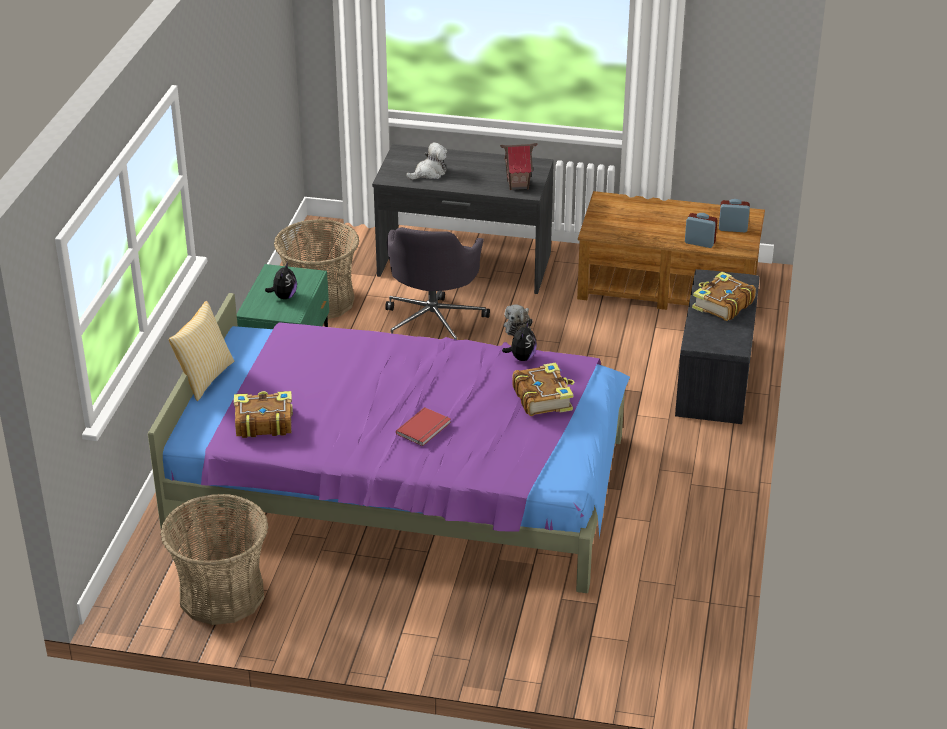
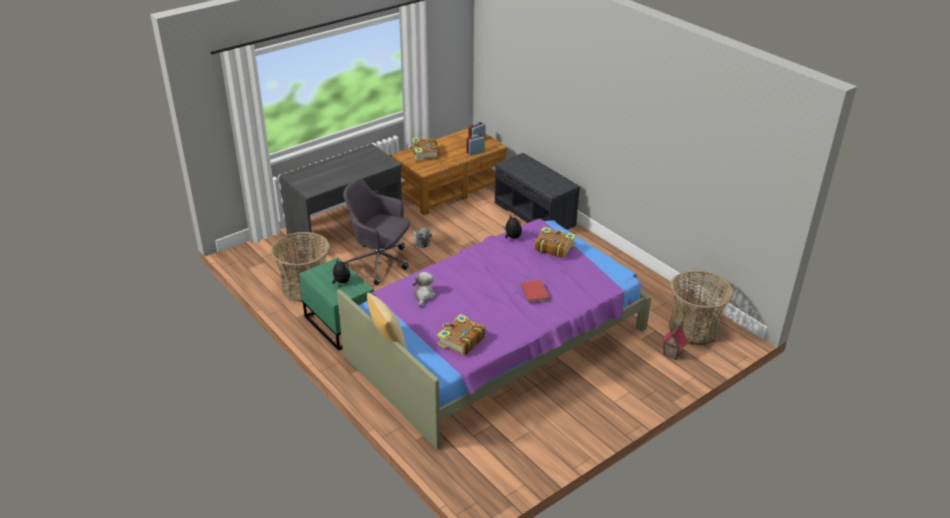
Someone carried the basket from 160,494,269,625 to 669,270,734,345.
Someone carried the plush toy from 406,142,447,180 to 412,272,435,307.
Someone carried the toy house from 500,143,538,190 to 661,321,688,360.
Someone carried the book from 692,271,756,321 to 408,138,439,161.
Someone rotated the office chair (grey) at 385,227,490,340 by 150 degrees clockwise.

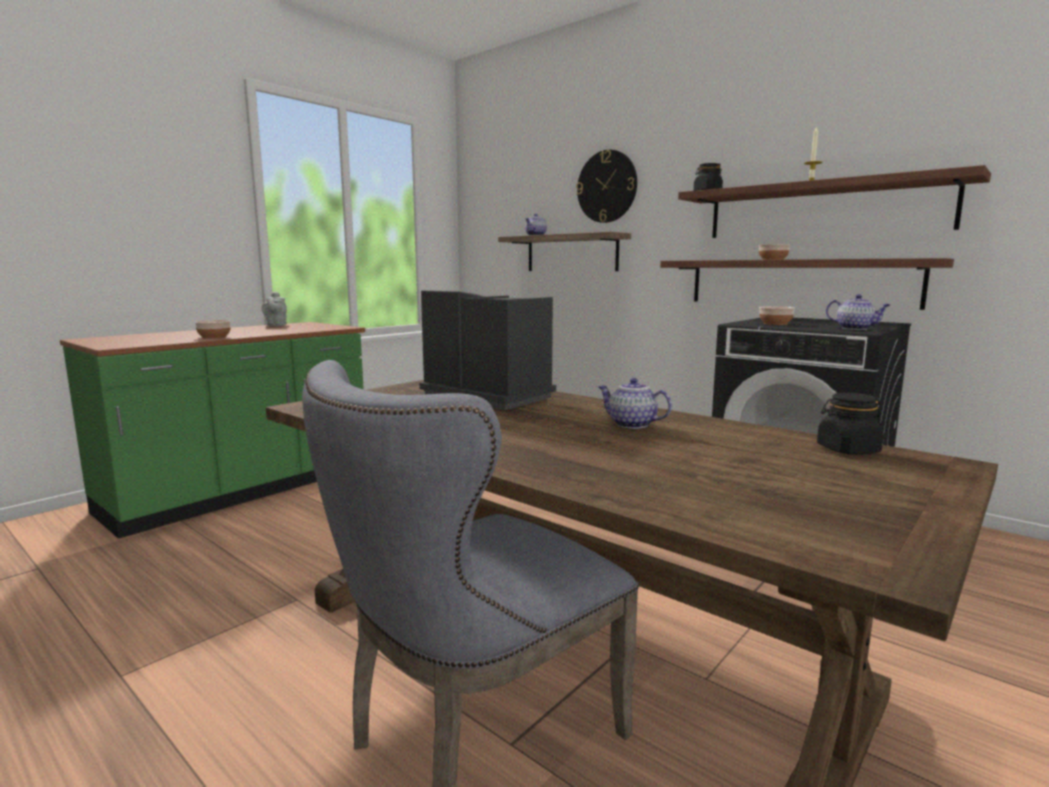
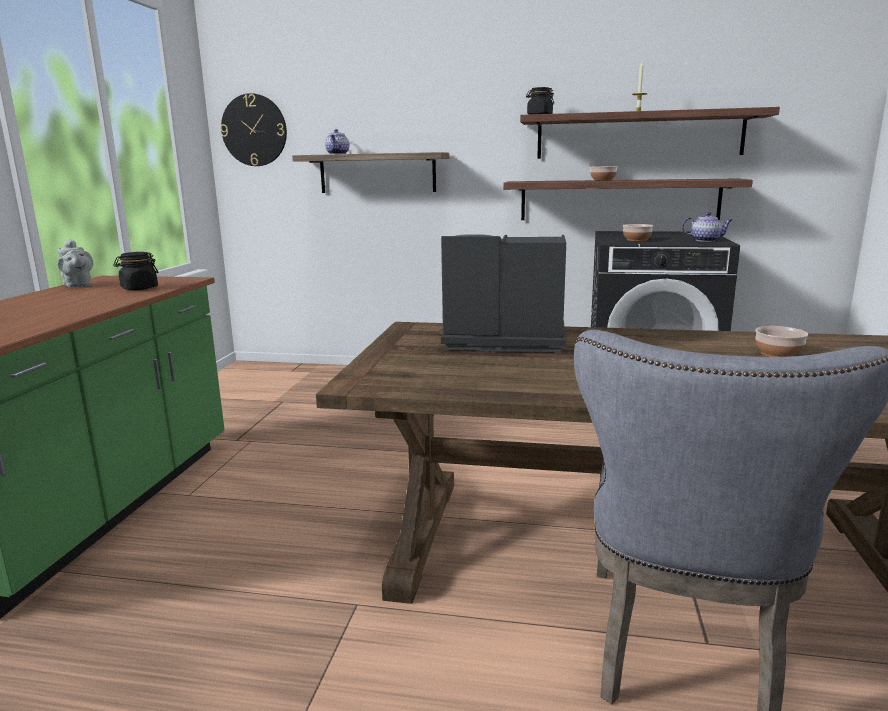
Someone took away the teapot at 598,378,672,429.
Someone carried the bowl from 194,320,231,339 to 755,326,808,357.
Someone carried the wall clock from 576,150,637,223 to 220,93,287,166.
Someone carried the jar (black) from 817,393,884,454 to 113,252,159,290.

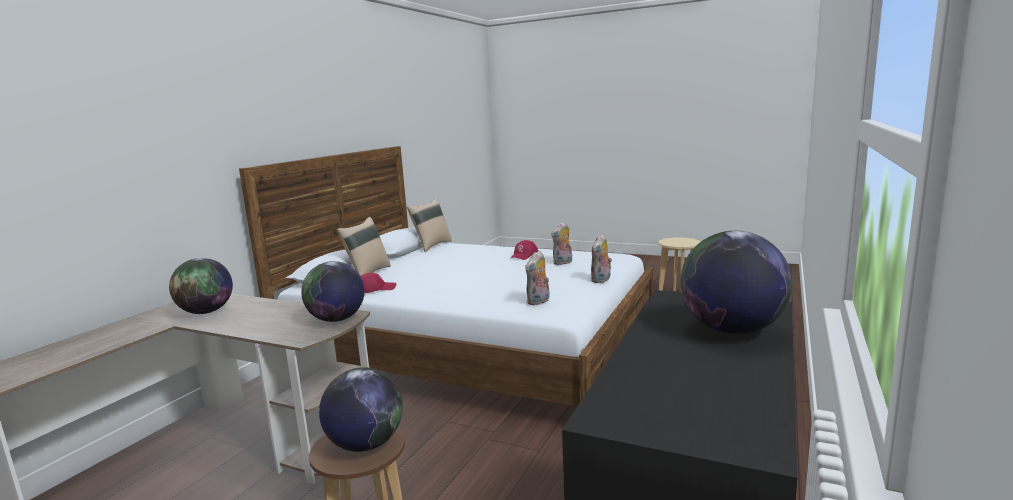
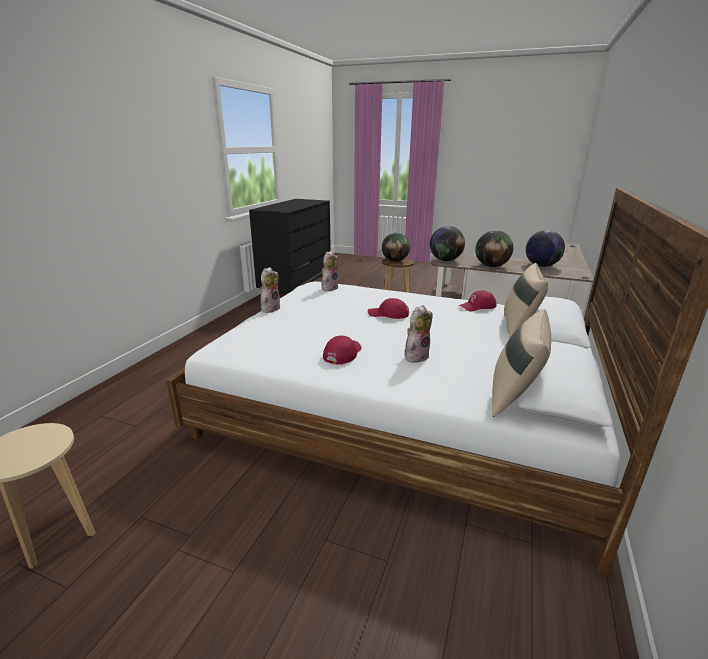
Someone put down the cap (red) at 368,298,409,319.
Someone carried the plush toy from 551,221,572,265 to 405,305,432,363.
Someone carried the globe from 680,231,792,334 to 475,230,513,267.

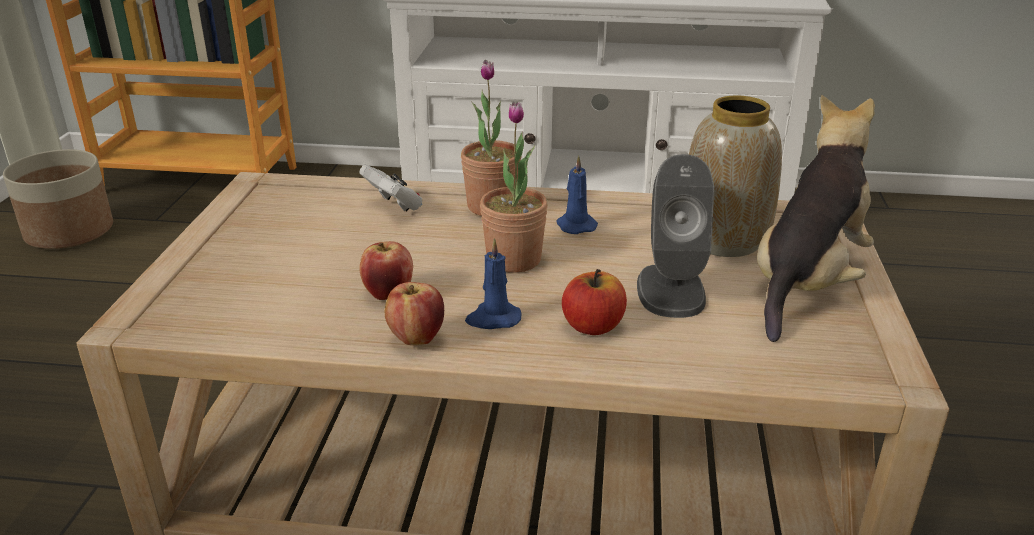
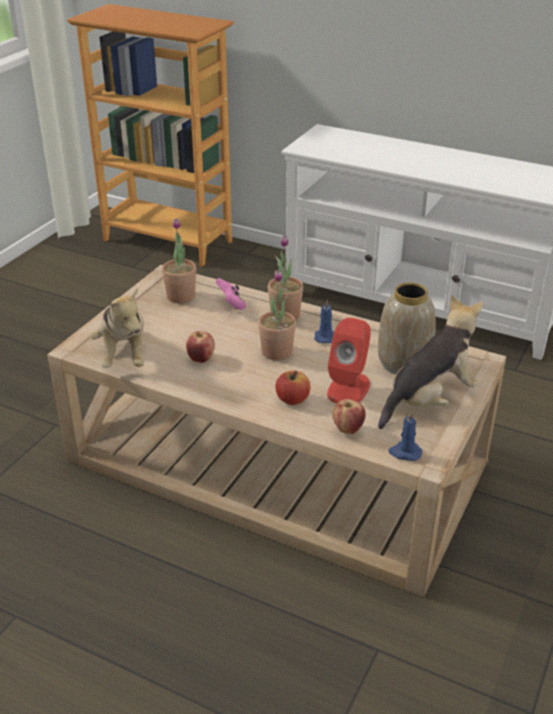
Someone took away the planter at 3,149,113,249.
Someone put down the plush toy at 90,287,144,368.
Someone put down the potted plant at 162,219,196,304.
Someone carried the apple from 385,282,444,345 to 332,399,366,434.
Someone carried the candle (blue) from 465,238,522,329 to 388,411,422,461.
Someone repainted the game controller (white) at 359,165,423,212, which became the game controller (pink) at 215,278,246,310.
Someone repainted the speaker (grey) at 637,154,714,318, which became the speaker (red) at 327,318,371,404.

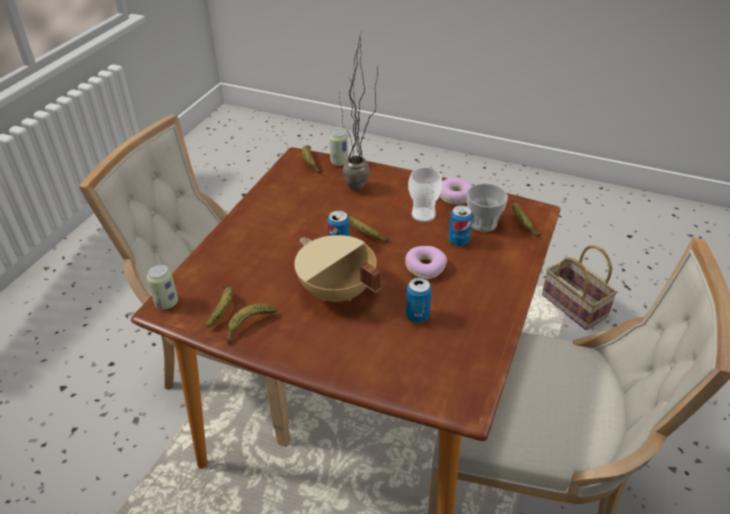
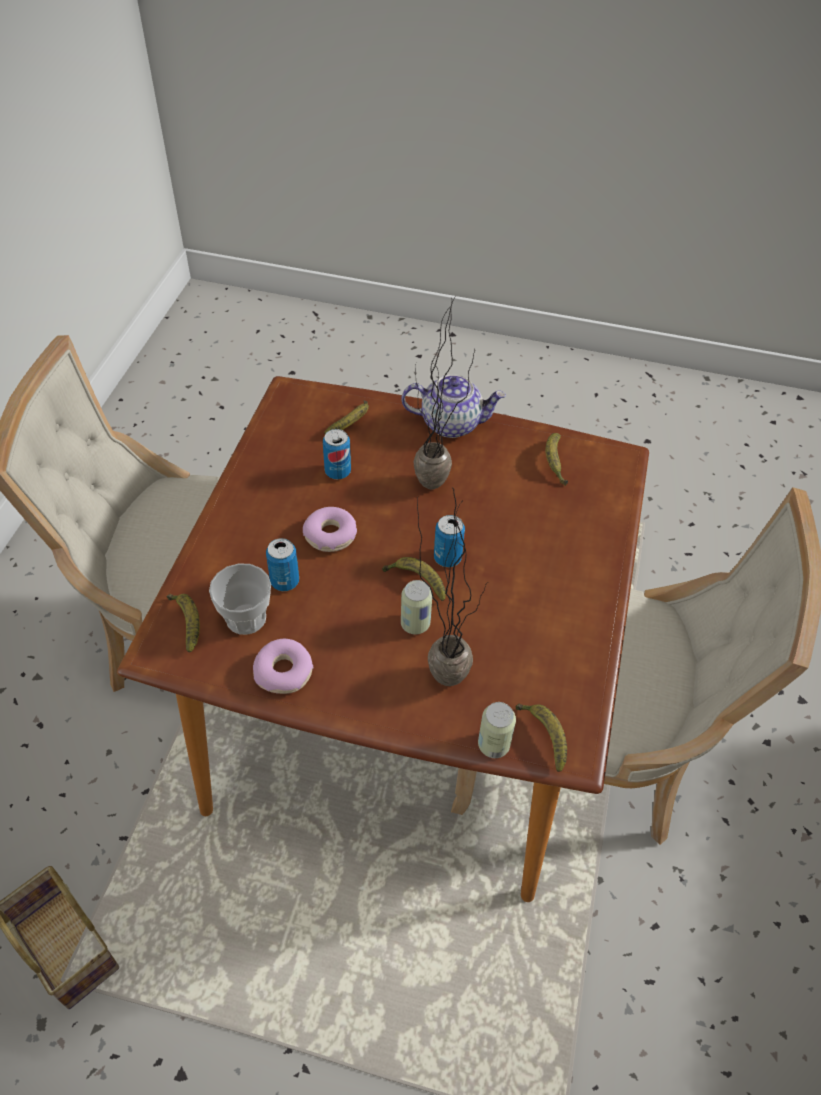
Someone took away the cup at 408,167,443,222.
Someone put down the teapot at 401,374,506,438.
Someone carried the can from 147,264,178,309 to 401,580,432,634.
Someone carried the banana from 227,304,277,345 to 324,400,369,434.
Someone swapped the cooking pot (beige) at 294,235,382,302 for the potted plant at 414,297,475,489.

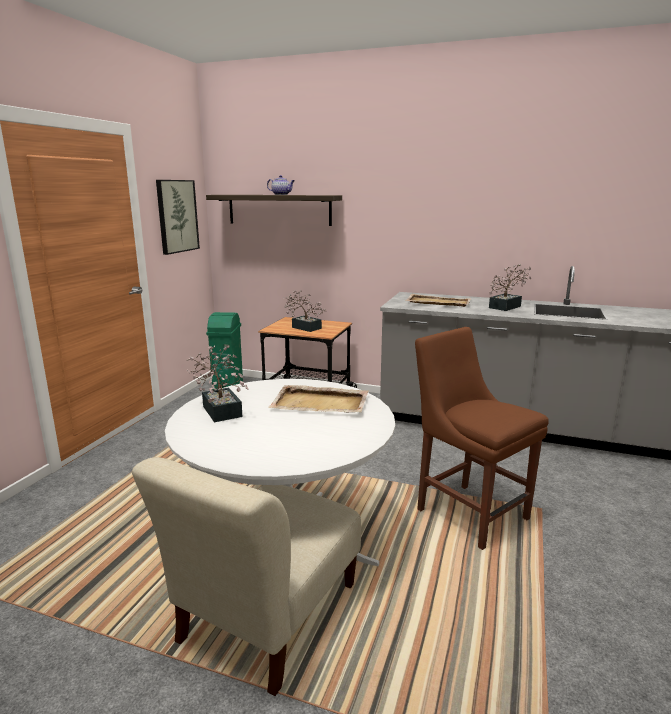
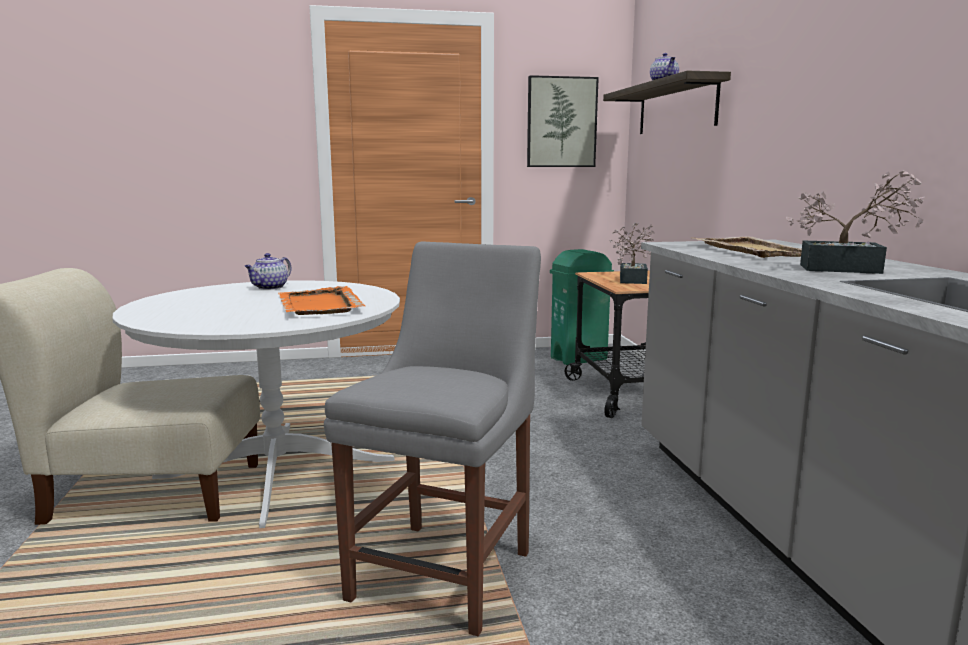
Someone swapped the potted plant at 187,346,249,422 for the teapot at 245,253,291,290.
Someone repainted the tray (beige) at 268,385,369,412, which became the tray (orange) at 279,286,365,315.
Someone repainted the chair (brown) at 415,327,549,550, which became the chair (grey) at 324,241,541,636.

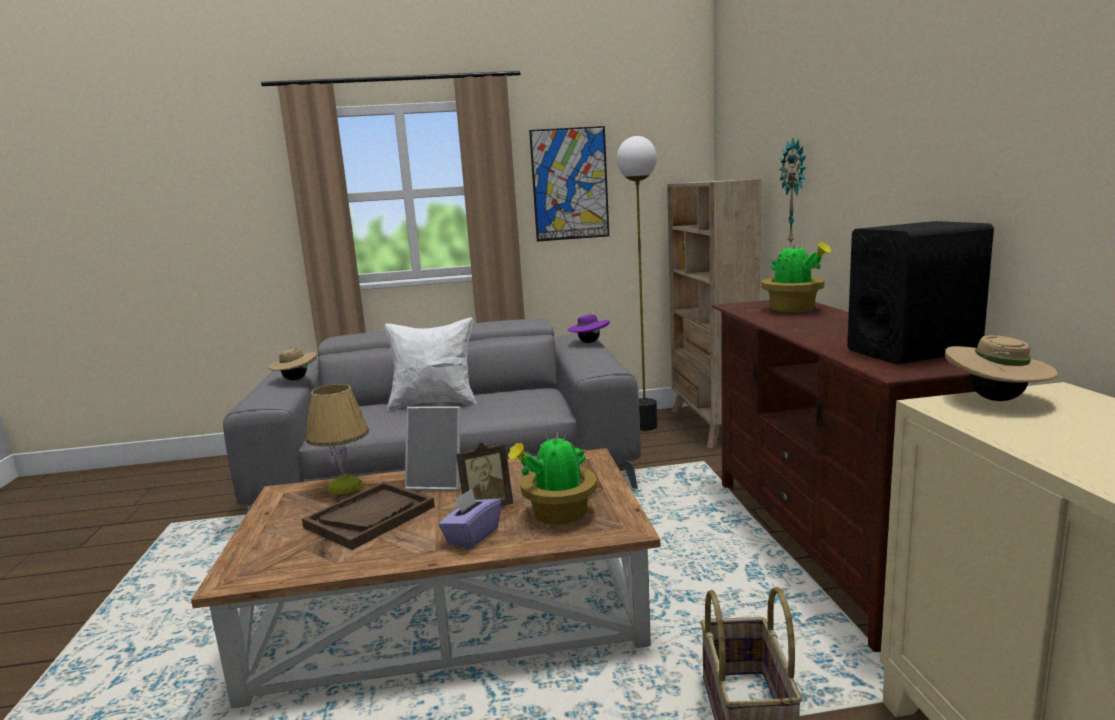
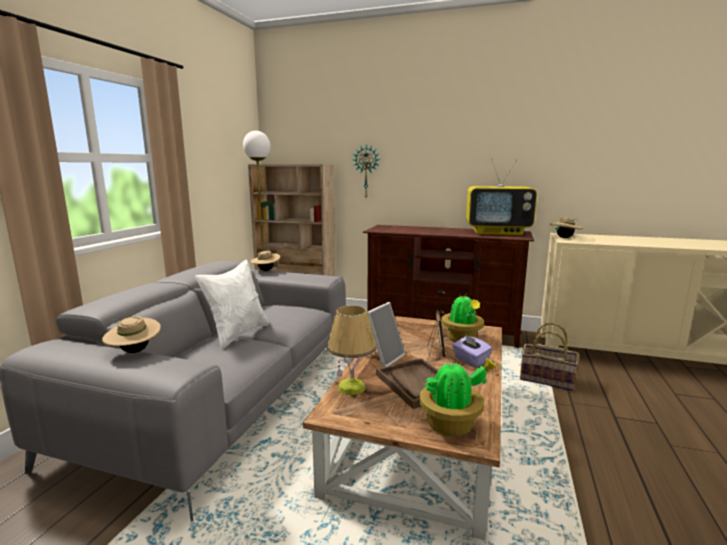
Someone took away the picture at 529,126,609,242.
Someone carried the potted plant from 761,242,832,313 to 420,358,497,436.
Someone swapped the speaker (black) at 847,221,994,365 for the television at 466,158,537,235.
Someone repainted the hat (purple) at 568,312,610,343, which became the hat (beige) at 250,251,280,271.

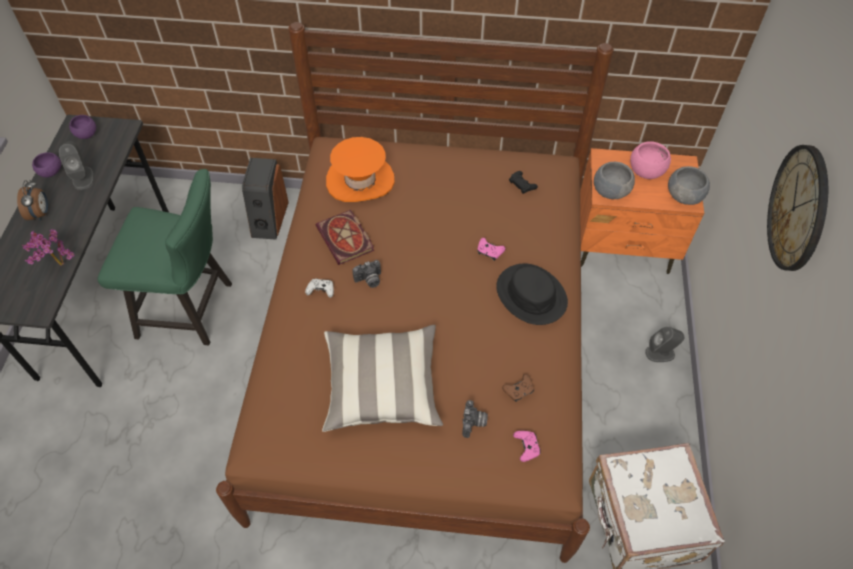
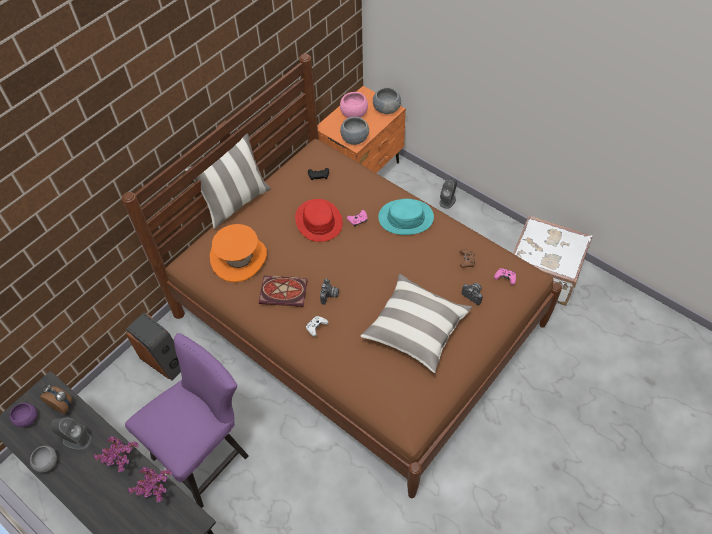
Someone took away the wall clock at 767,145,828,271.
Someone put down the potted plant at 94,436,139,472.
Someone put down the pillow at 185,134,271,229.
Someone put down the hat (red) at 295,199,343,242.
Someone carried the alarm clock from 17,180,48,221 to 40,384,73,414.
Someone repainted the bowl (purple) at 32,152,61,178, which became the bowl (grey) at 30,446,57,472.
Someone repainted the chair (green) at 98,169,232,345, which became the chair (purple) at 125,333,249,508.
Someone repainted the hat (black) at 496,263,568,325, which became the hat (turquoise) at 378,199,434,235.

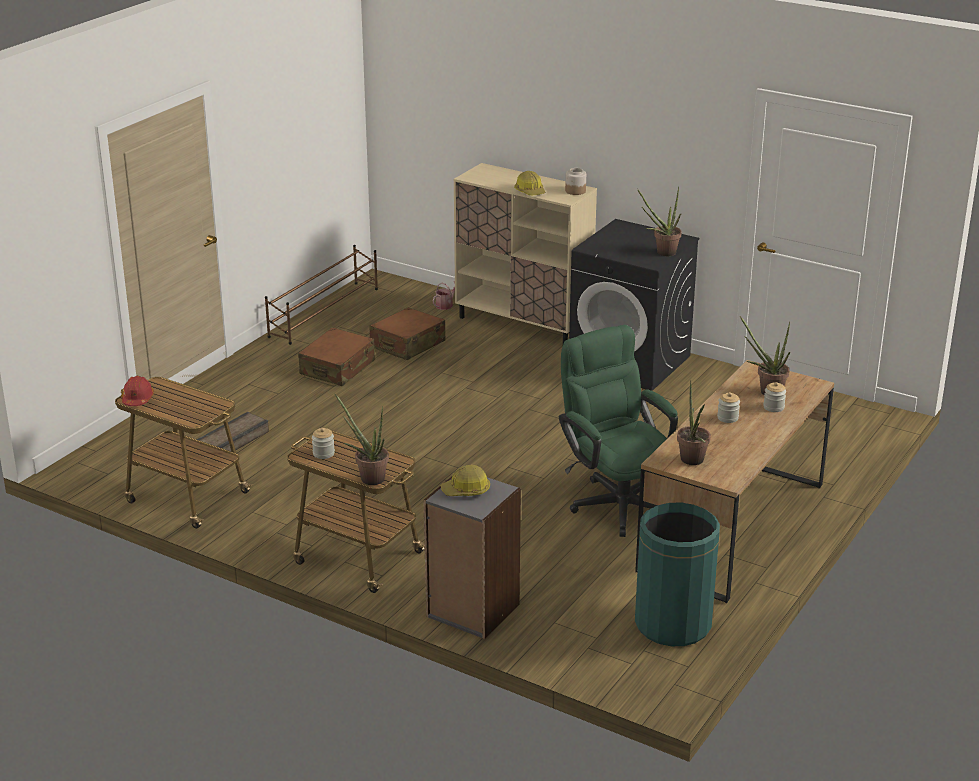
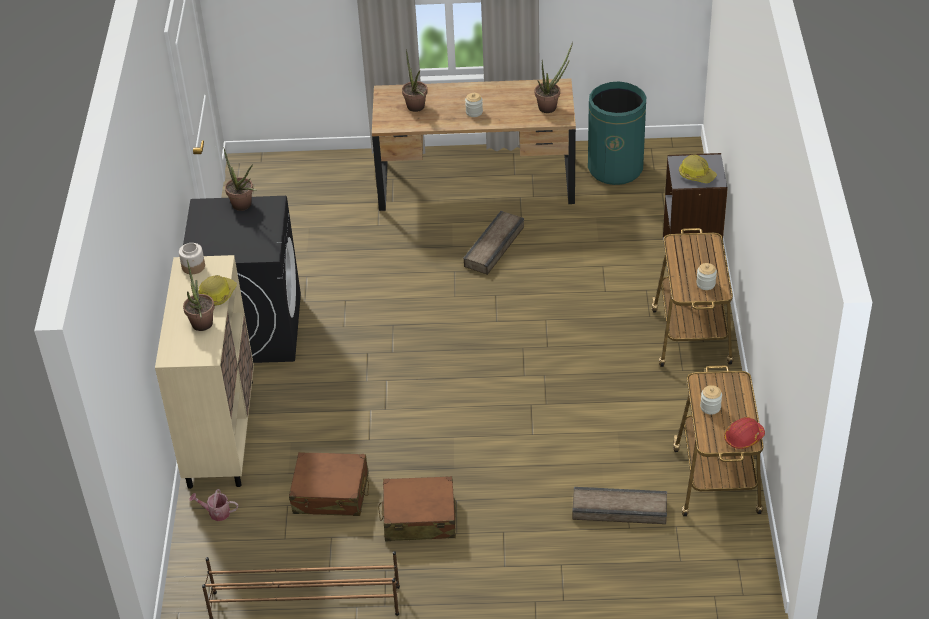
Someone carried the potted plant from 335,394,389,485 to 183,260,215,331.
Someone carried the jar from 763,382,786,412 to 700,385,722,415.
Someone swapped the office chair (green) at 559,325,678,537 for the crate at 463,211,524,275.

